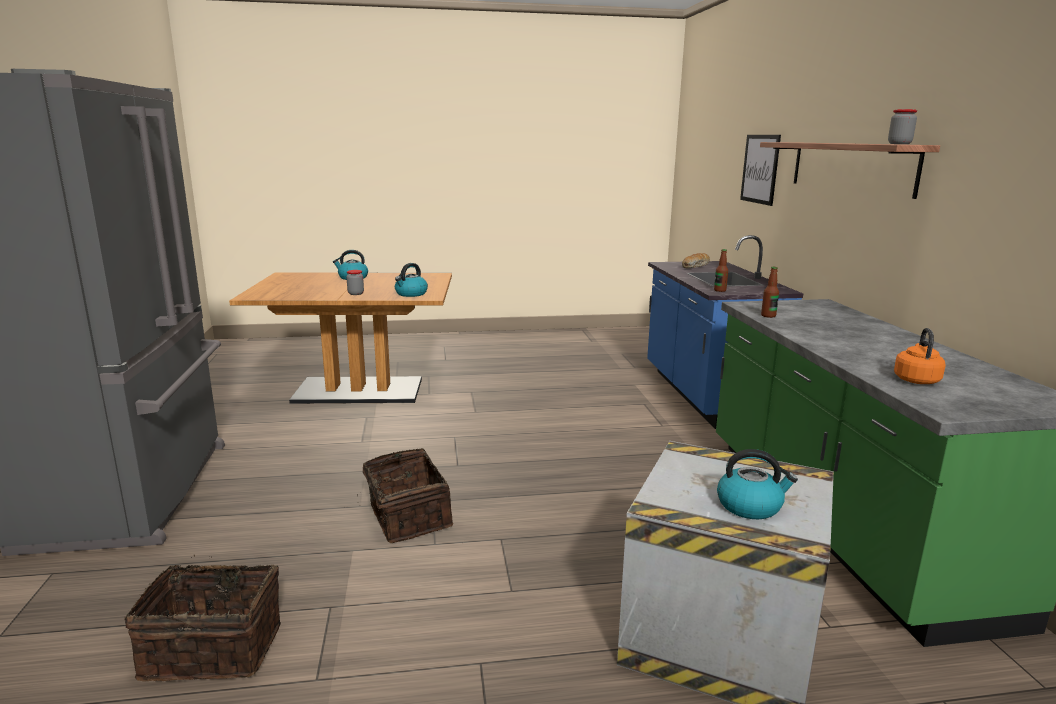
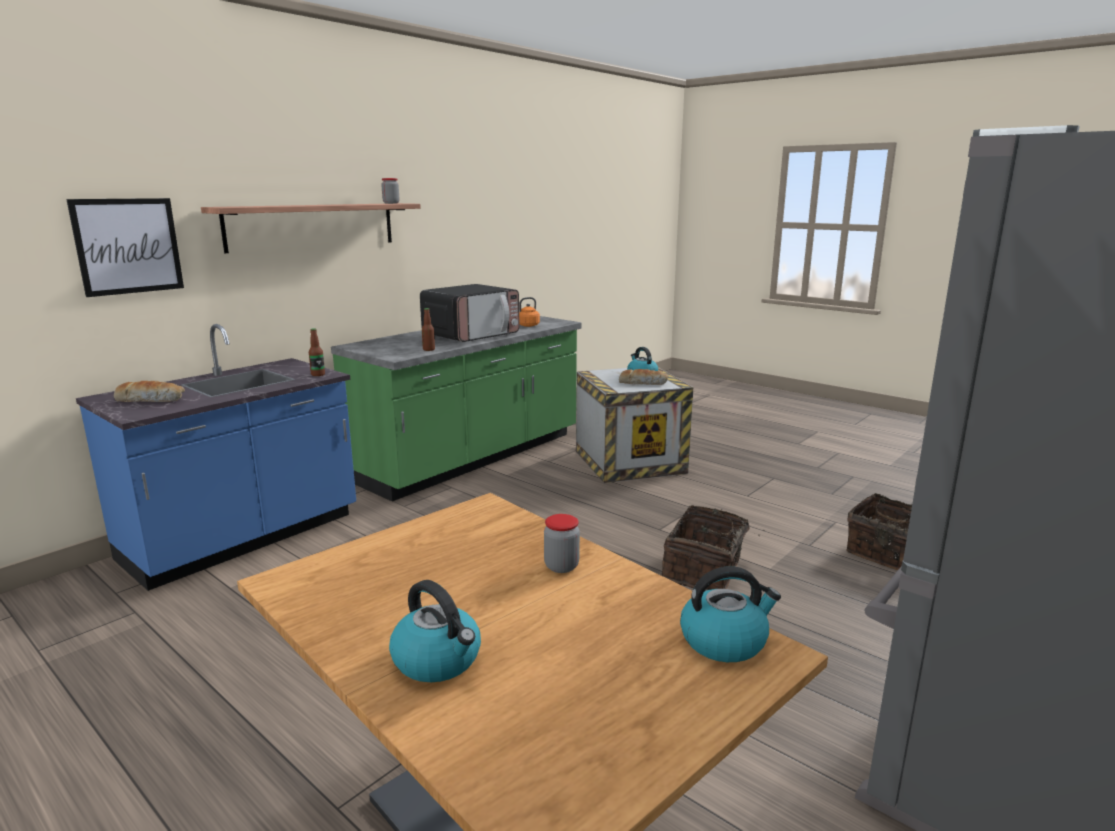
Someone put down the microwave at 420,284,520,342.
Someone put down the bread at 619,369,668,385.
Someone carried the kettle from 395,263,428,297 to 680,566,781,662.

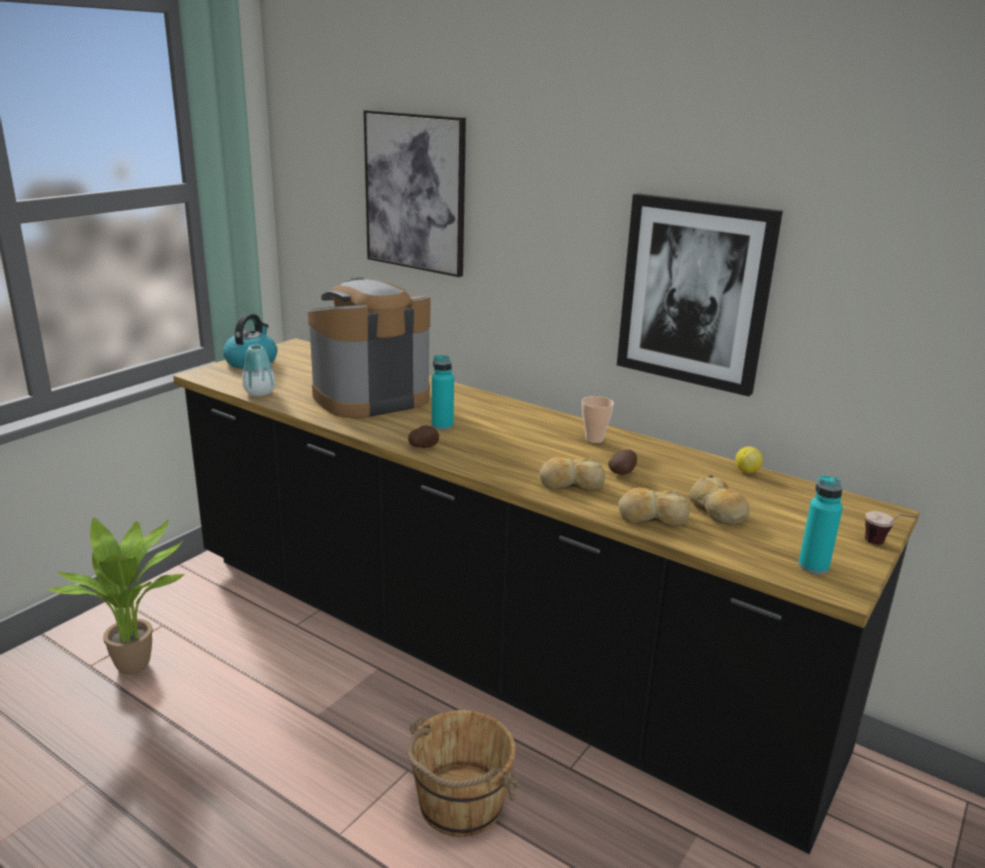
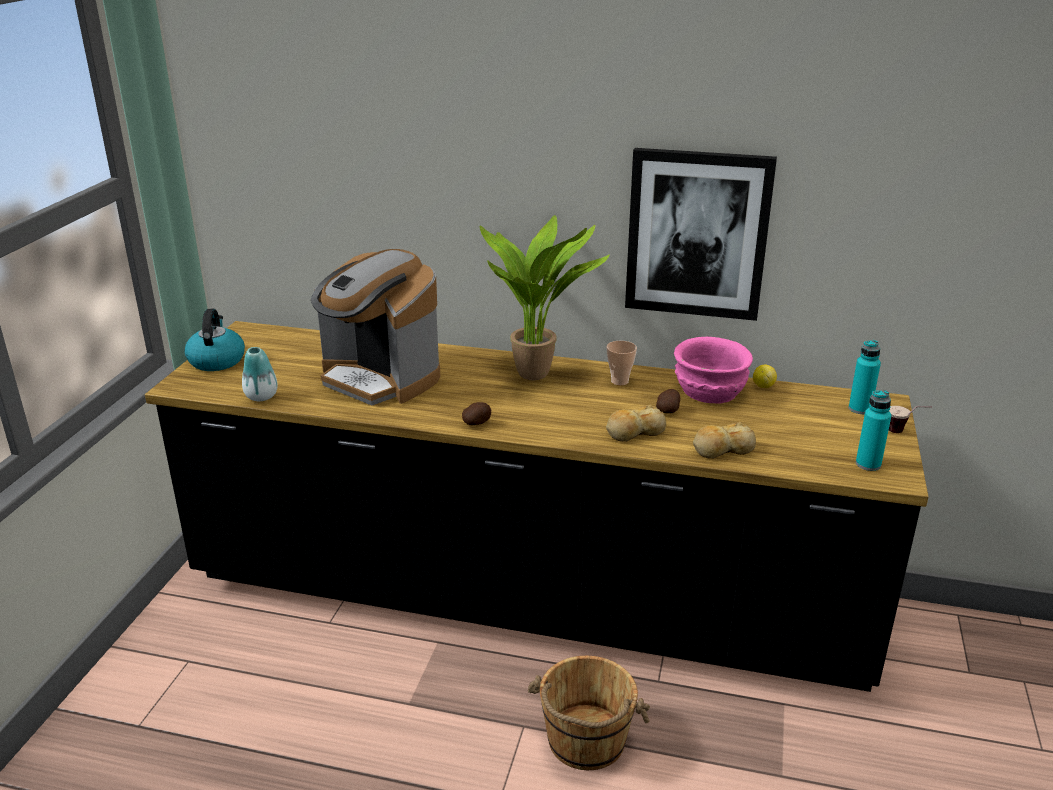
Someone took away the picture at 363,110,466,277.
Someone took away the bread at 689,475,750,525.
Someone put down the bowl (pink) at 674,337,753,404.
Someone carried the potted plant from 46,518,184,675 to 480,215,610,380.
Someone carried the bottle (turquoise) from 432,355,454,430 to 849,340,881,414.
Someone rotated the coffee machine at 308,277,431,418 by 90 degrees counterclockwise.

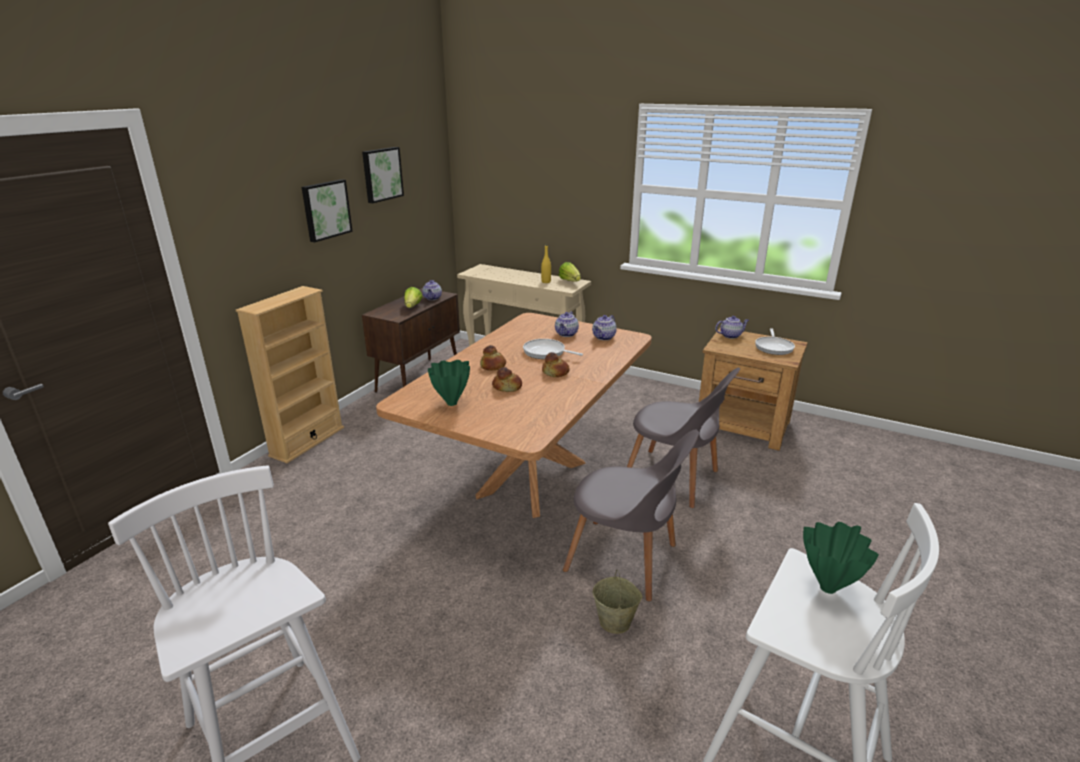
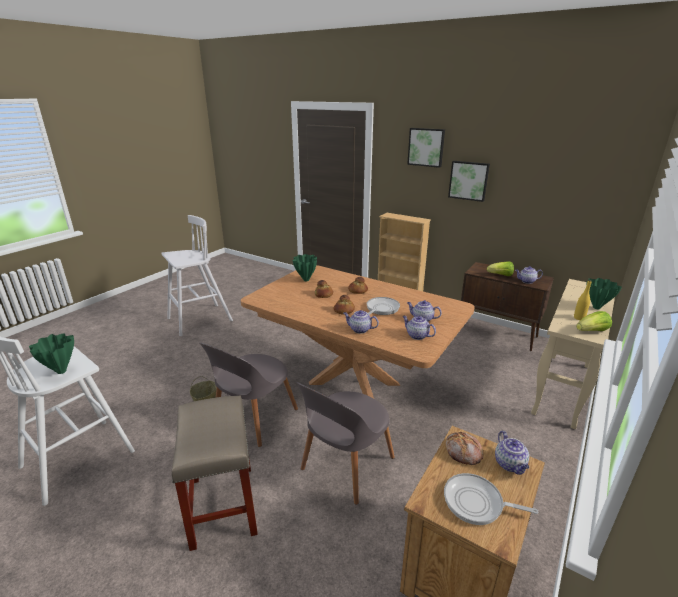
Someone put down the stool (beige) at 172,395,258,551.
Someone put down the teapot at 343,310,379,334.
Someone put down the bread at 446,432,483,465.
Someone put down the vase (green) at 586,278,622,309.
Someone carried the picture from 362,147,404,203 to 407,128,445,168.

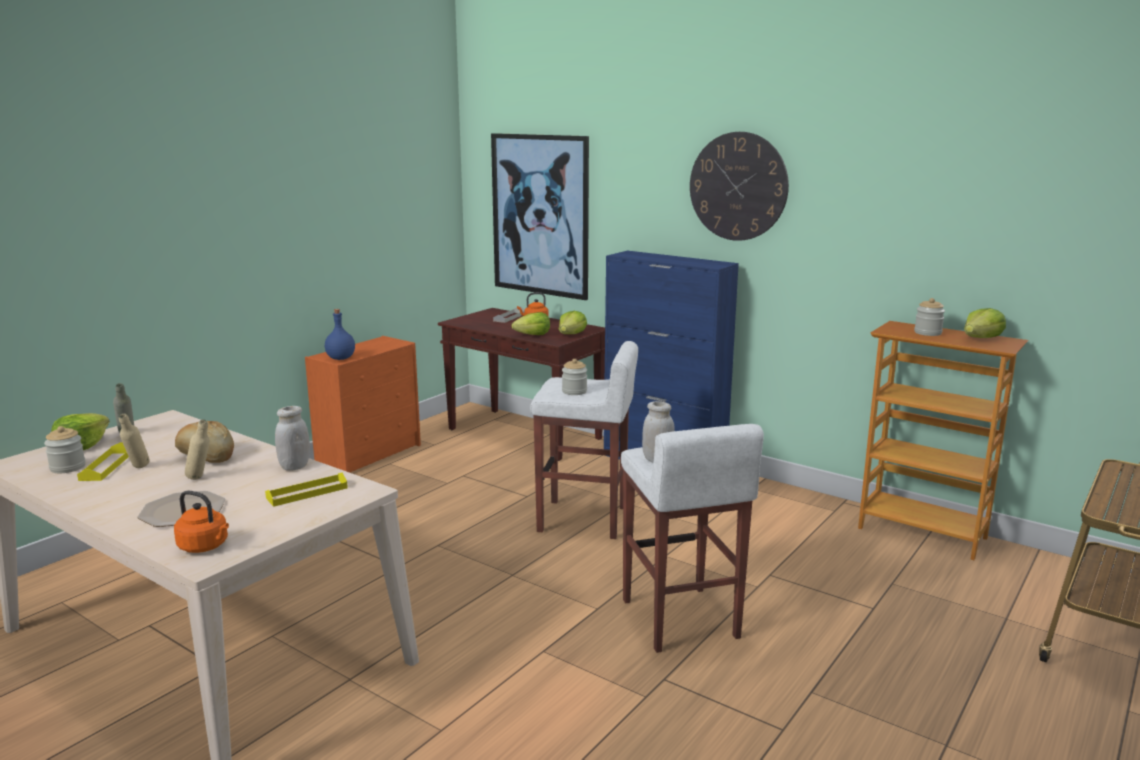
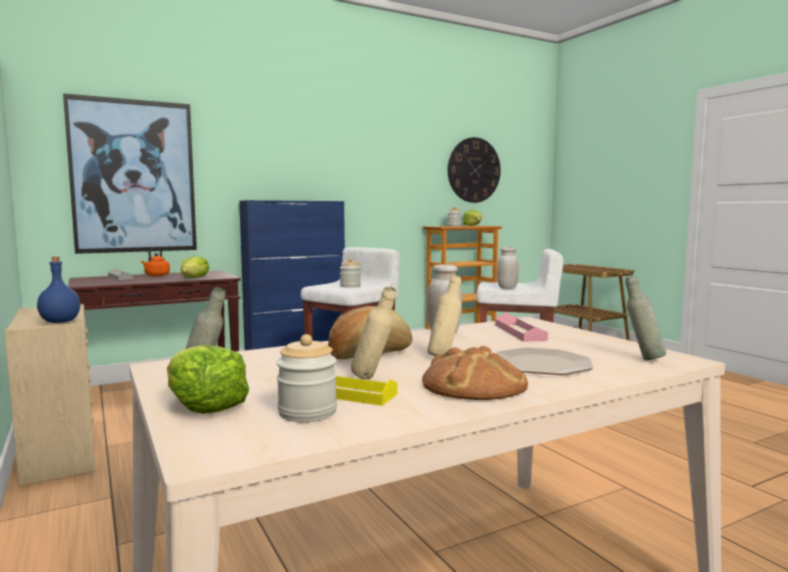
Someone took away the lettuce at 559,311,587,334.
Someone put down the bread at 422,346,528,400.
Someone carried the wall clock from 690,132,789,241 to 448,137,501,203.
Someone swapped the kettle (orange) at 174,491,229,553 for the bottle (grey) at 625,276,666,360.
Someone repainted the tray (yellow) at 265,473,348,507, which became the tray (pink) at 495,313,548,342.
Someone repainted the dresser (orange) at 305,336,421,473, which became the dresser (beige) at 4,304,95,486.

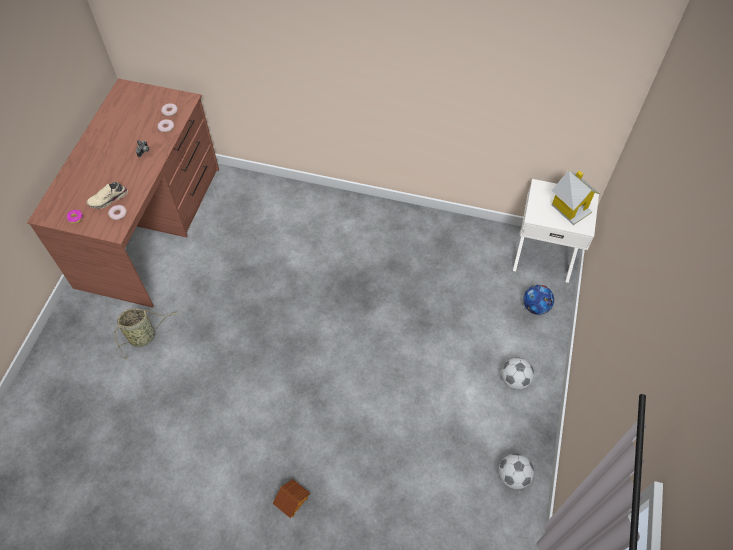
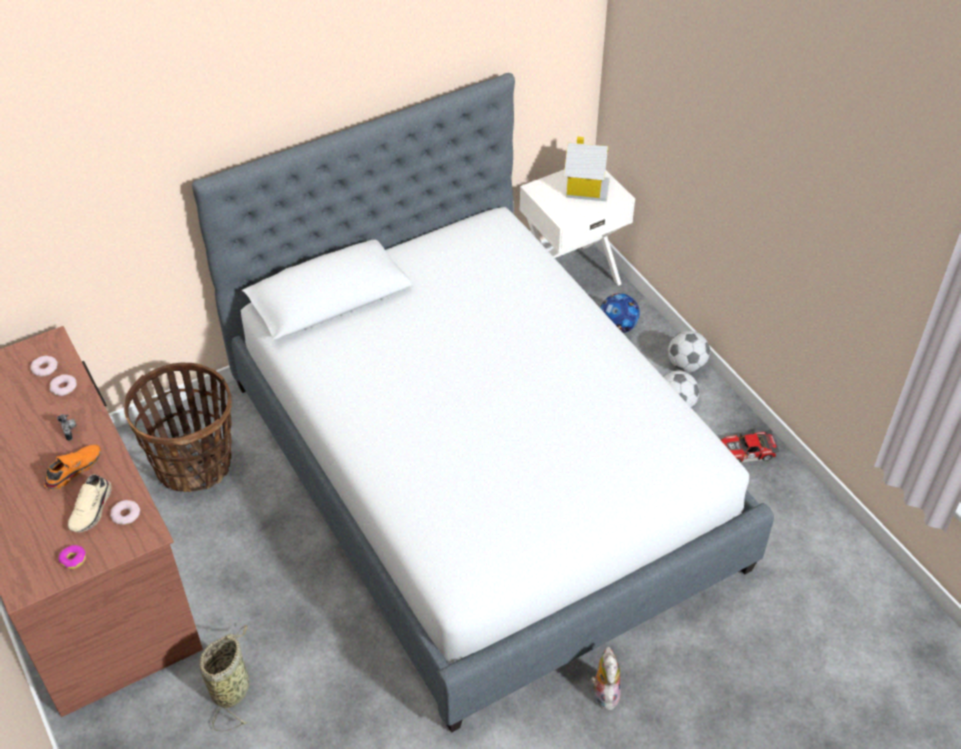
Someone put down the shoe (orange) at 44,445,101,490.
Someone put down the basket at 124,363,232,492.
Someone put down the bed at 192,73,774,733.
Someone put down the toy car at 721,429,779,463.
Someone carried the football from 499,454,534,489 to 668,331,710,372.
Someone swapped the toy house at 272,479,310,518 for the plush toy at 591,646,621,710.

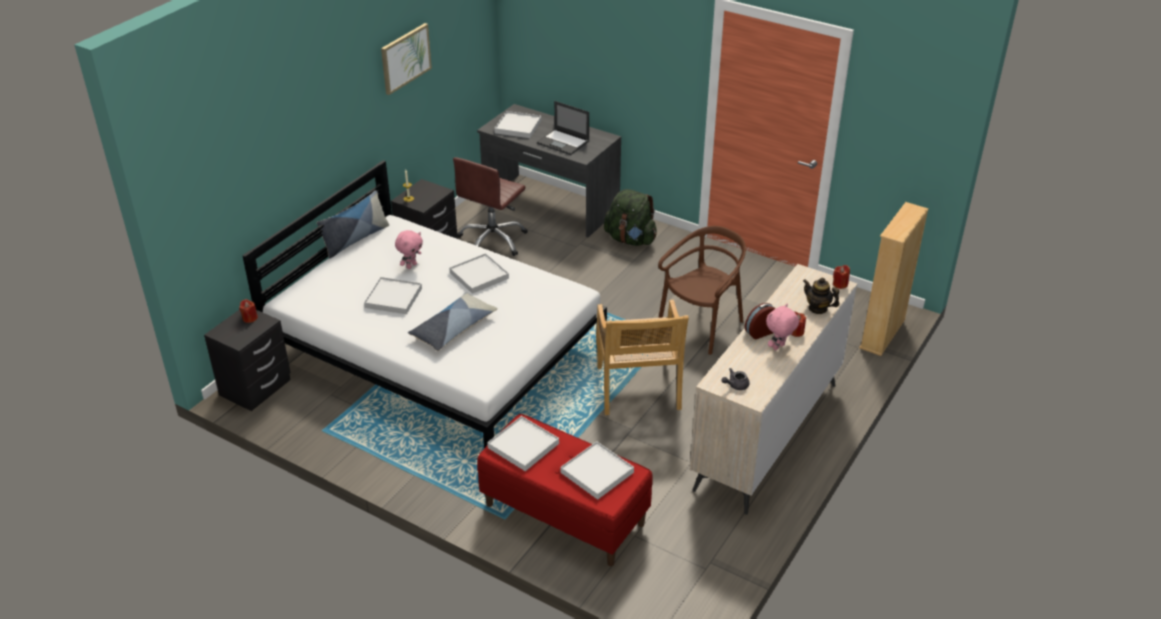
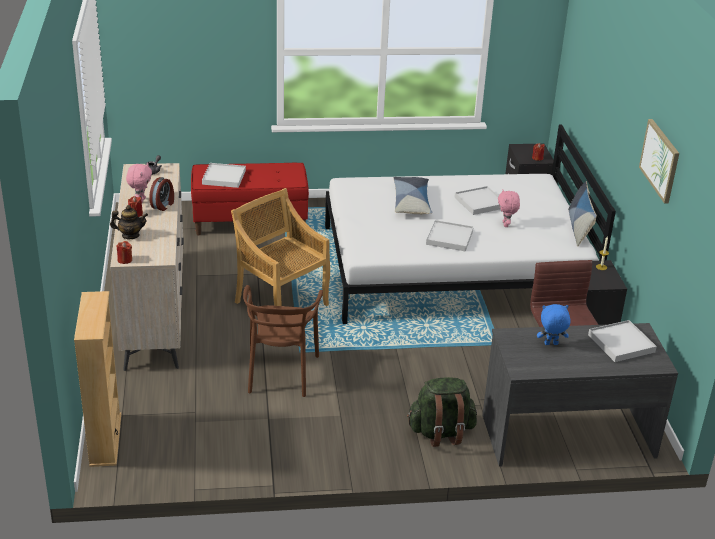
Someone took away the tray (white) at 487,416,559,471.
Someone swapped the laptop at 537,101,589,155 for the plush toy (blue) at 537,304,570,345.

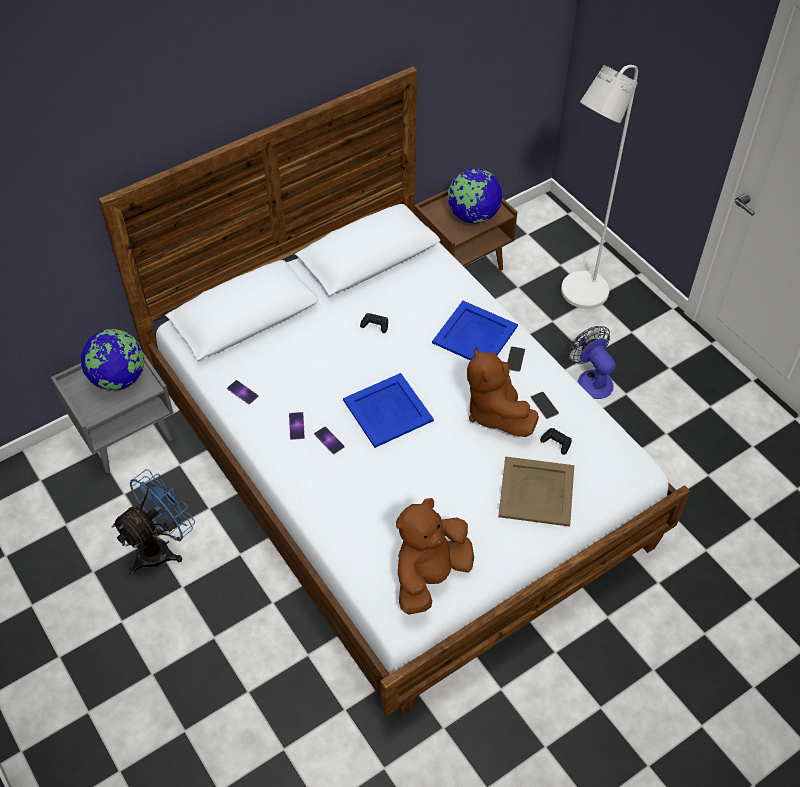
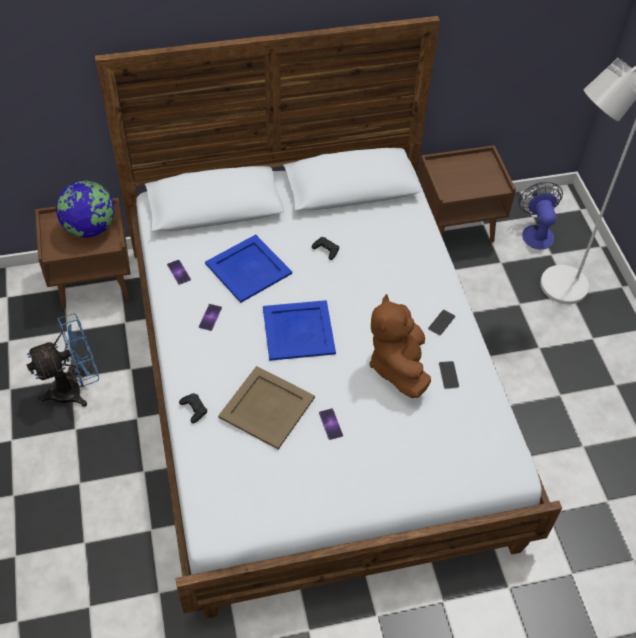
Someone took away the plush toy (brown) at 396,498,474,615.
Someone took away the globe at 448,168,502,224.
Someone carried the phone from 314,426,345,455 to 319,408,343,440.
Someone carried the tray (blue) from 432,301,518,361 to 205,235,292,303.
Someone carried the tray (beige) from 498,456,574,527 to 218,366,315,450.
Someone carried the game controller (black) from 540,428,572,455 to 179,393,207,423.
Someone carried the fan from 568,326,616,399 to 519,182,563,249.
Someone repainted the nightstand (grey) at 51,353,173,473, which became the nightstand (brown) at 35,198,131,309.

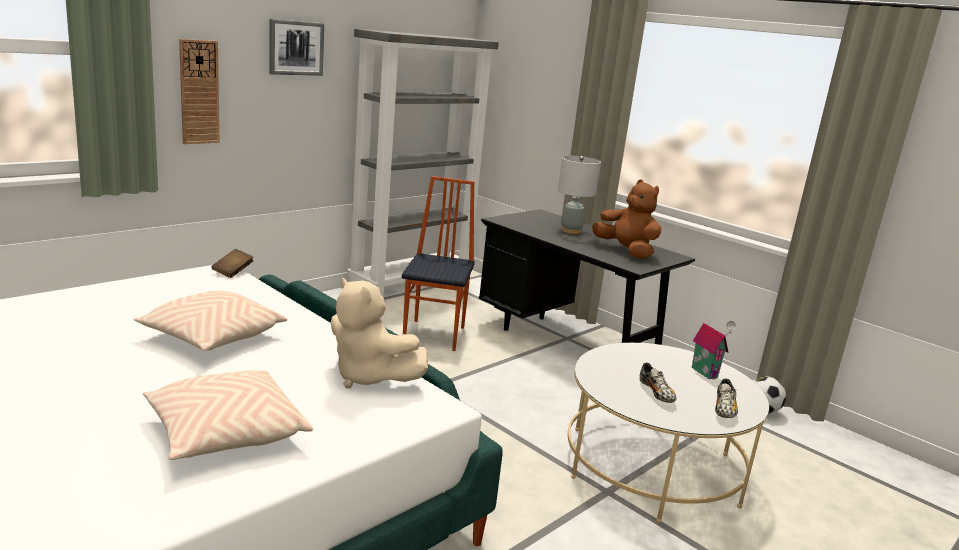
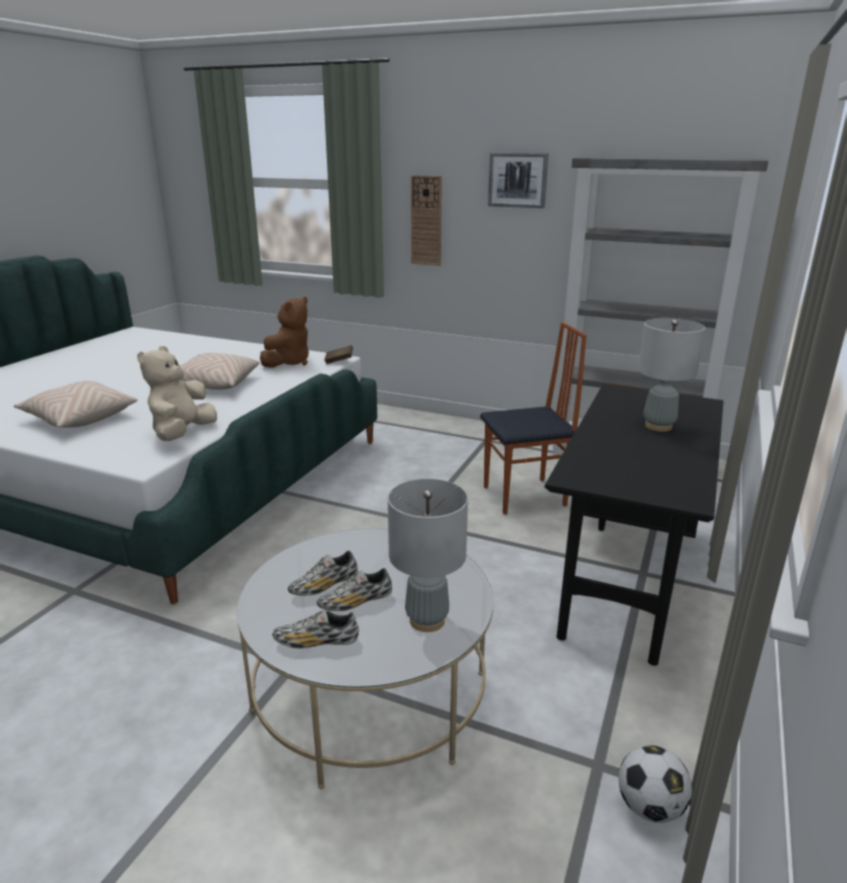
Someone put down the shoe at 317,568,392,611.
Someone carried the plush toy (brown) from 592,180,661,259 to 260,297,309,368.
Someone swapped the toy house at 692,321,736,379 for the table lamp (grey) at 388,479,468,632.

